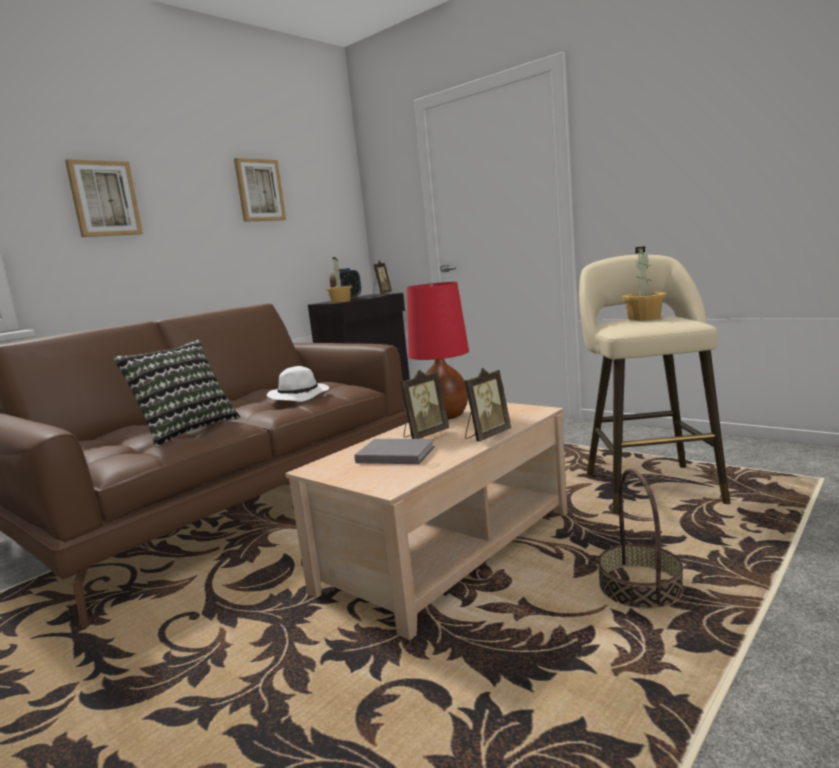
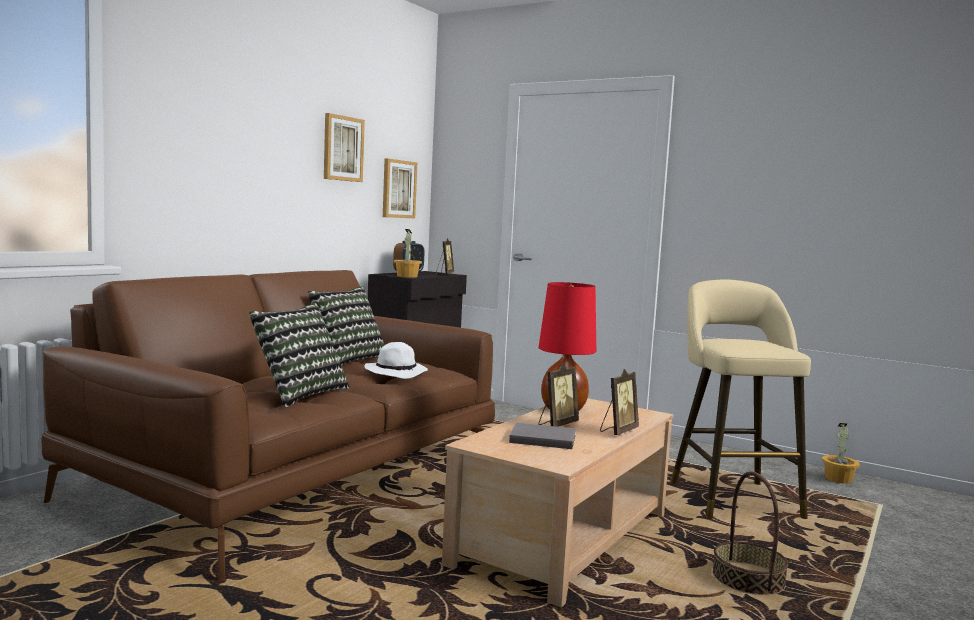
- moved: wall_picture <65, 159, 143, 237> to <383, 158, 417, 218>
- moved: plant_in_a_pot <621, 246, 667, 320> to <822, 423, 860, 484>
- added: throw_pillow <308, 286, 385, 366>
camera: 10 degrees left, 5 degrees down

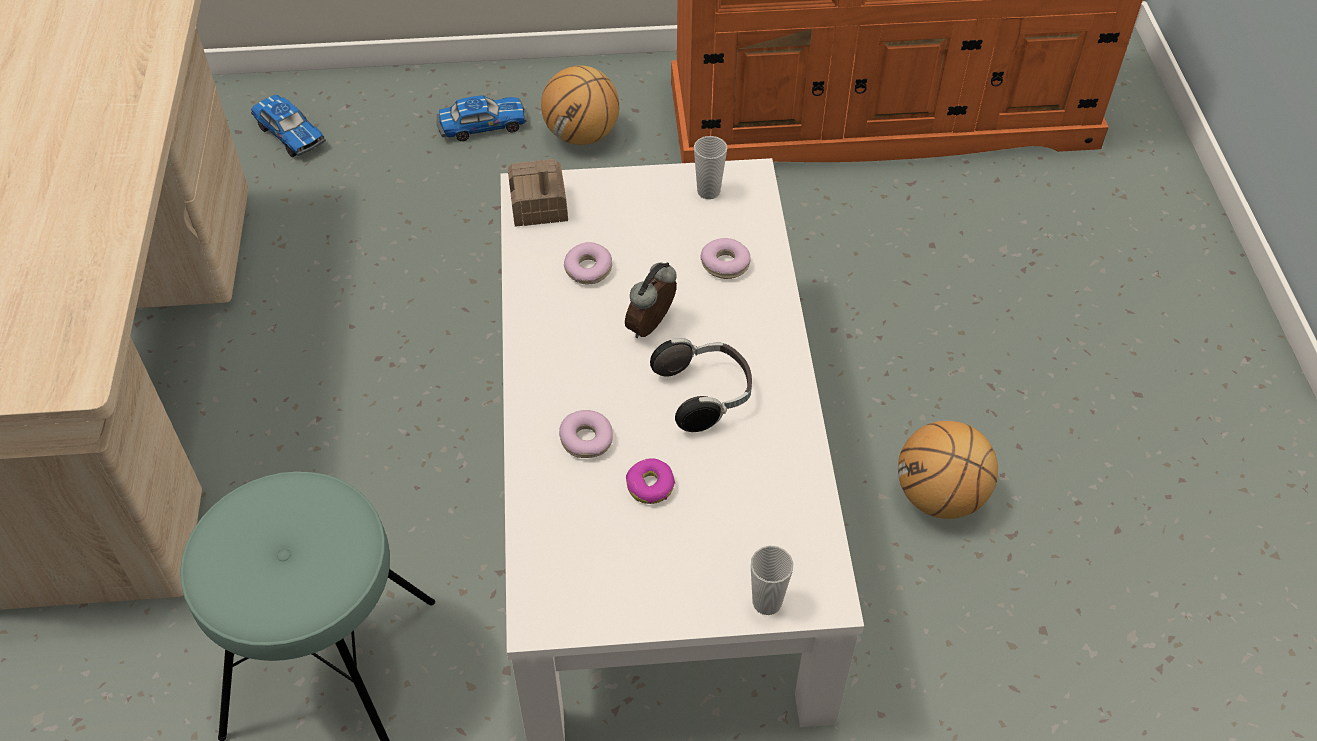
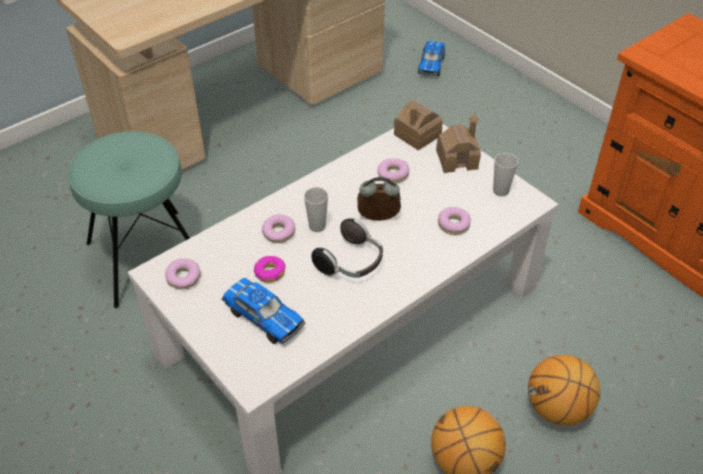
- moved: toy_car <437, 95, 527, 141> to <222, 278, 305, 344>
- moved: ball_for_basketball <541, 65, 619, 145> to <528, 355, 600, 426>
- moved: small_cup <751, 546, 794, 615> to <304, 187, 328, 232>
- added: ring_doughnut <165, 258, 201, 289>
- added: toy_house <436, 114, 481, 173>
camera: 55 degrees right, 5 degrees down

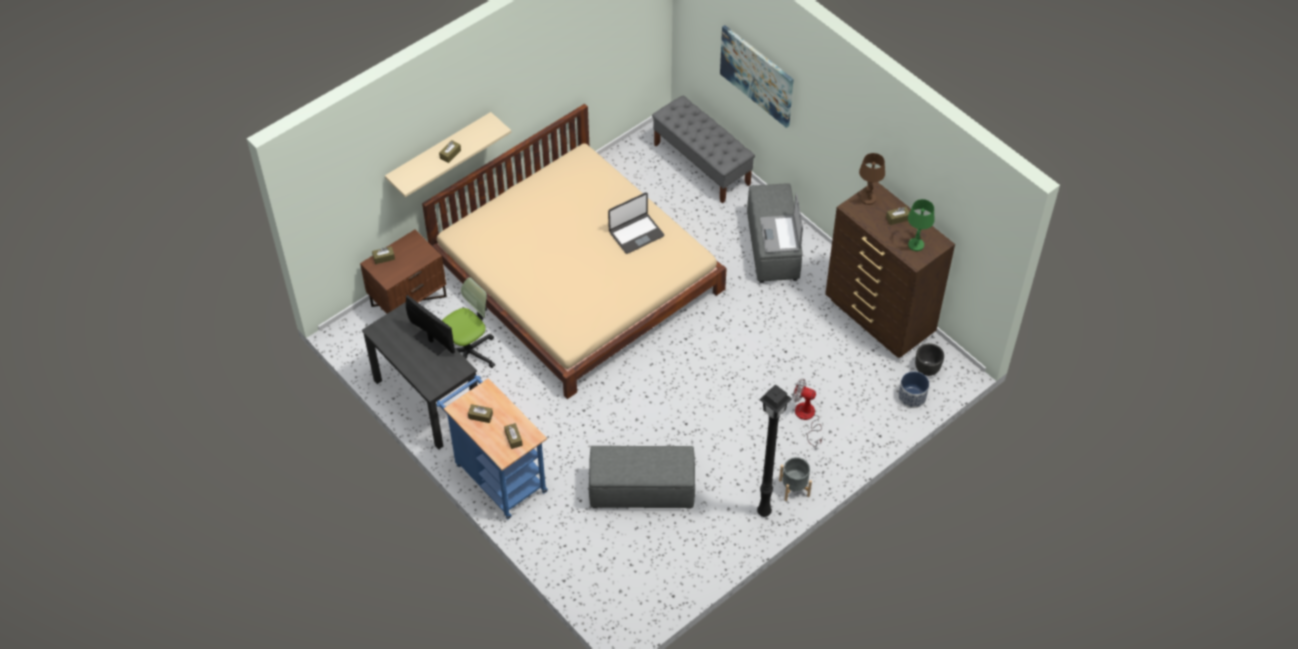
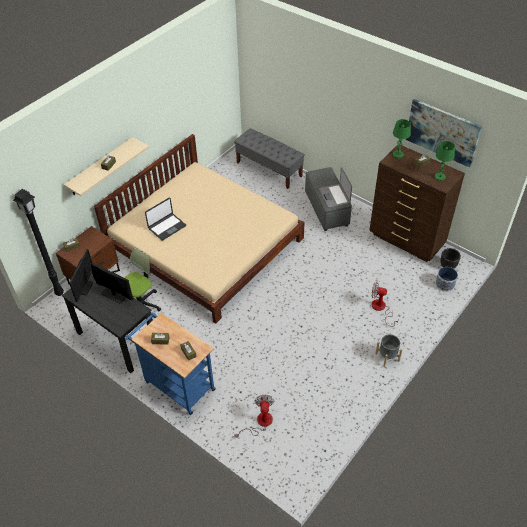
- removed: greyish_footrest <589, 446, 695, 509>
- moved: notebook_computer <608, 192, 664, 254> to <145, 198, 186, 241>
- moved: wall_picture <720, 25, 794, 128> to <406, 99, 482, 168>
- moved: black_standing_lamp <757, 384, 792, 517> to <12, 189, 64, 296>
- recoloured: brown-coloured_lamp_for_a_table <859, 153, 885, 205> to green-coloured_lamp_for_a_table <393, 119, 411, 158>
- added: computer_display <69, 249, 93, 302>
- added: electric_fan <234, 395, 274, 438>
camera: 10 degrees left, 5 degrees down

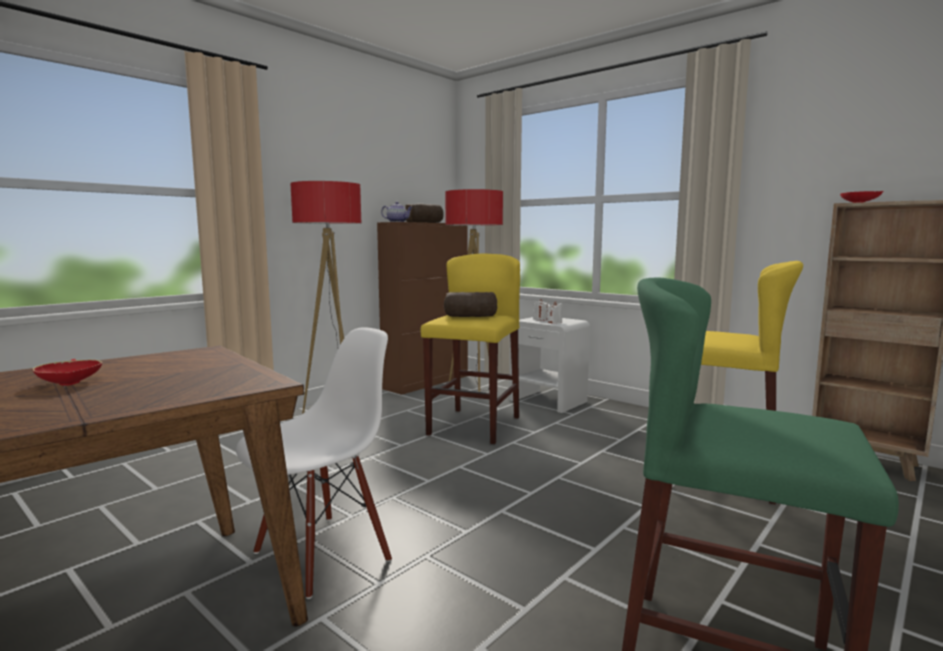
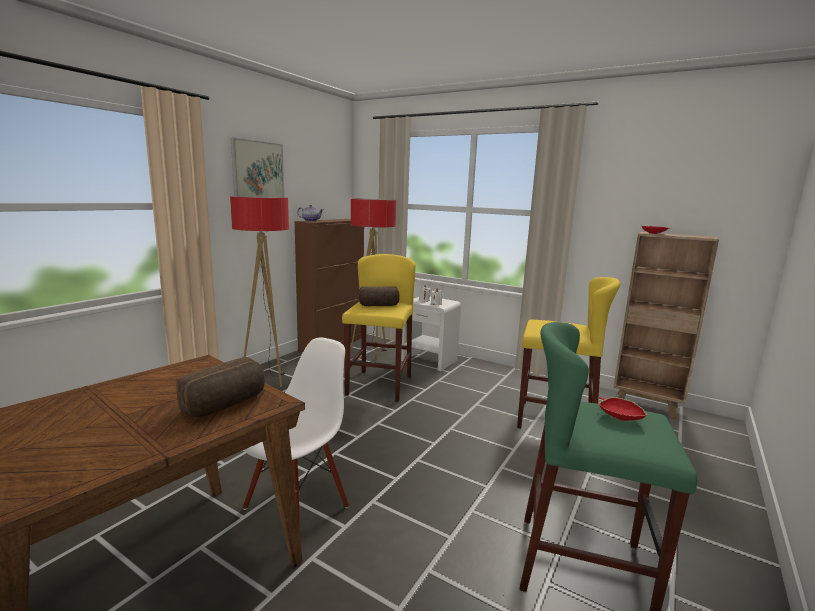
- moved: red_deep_dish <33, 359, 102, 386> to <598, 397, 647, 421>
- moved: bakery_bread <405, 203, 444, 223> to <176, 357, 265, 417>
- added: wall_picture <231, 137, 284, 197>
camera: 10 degrees left, 5 degrees up

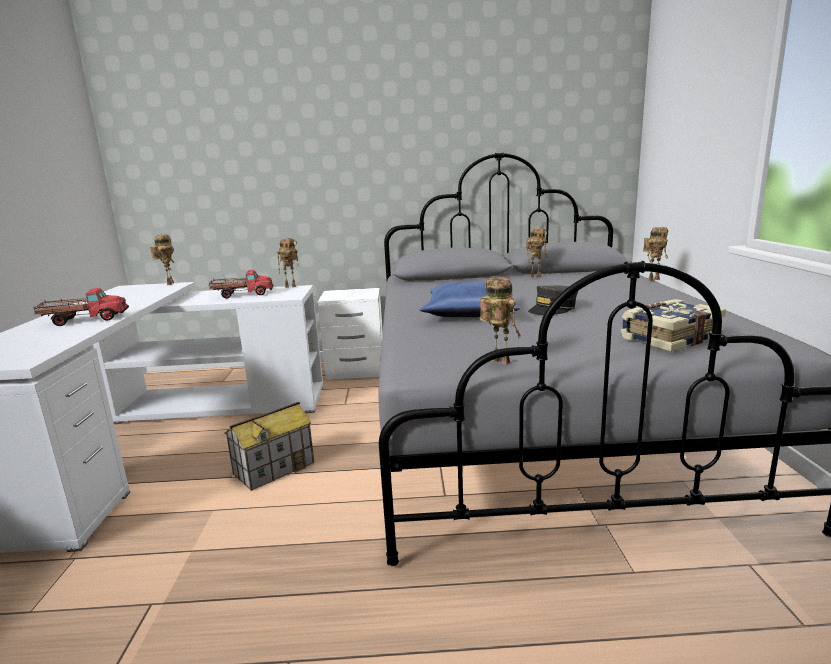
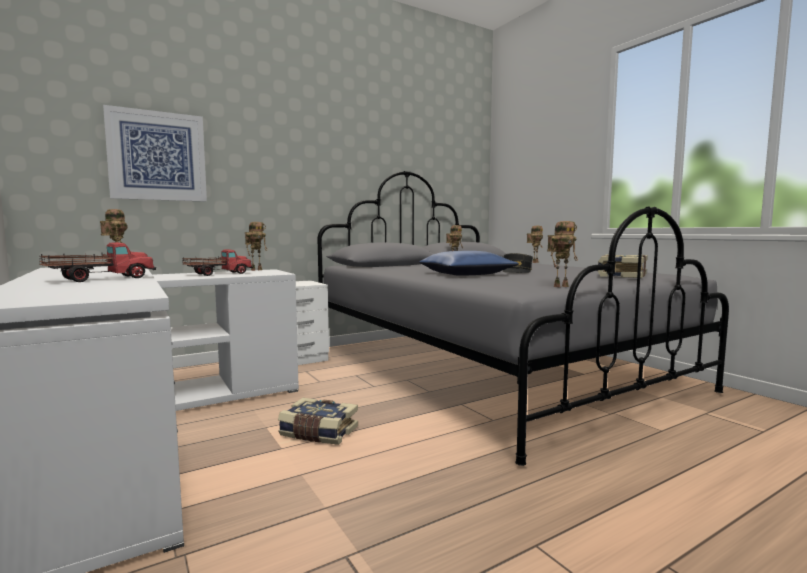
- replaced: toy_house <224, 402, 314, 491> to book <278, 398, 358, 445>
- turned: model_robot <479, 277, 521, 365> = <547, 221, 578, 287> 150 degrees clockwise
- added: wall_picture <103, 105, 207, 202>
camera: 30 degrees left, 10 degrees down

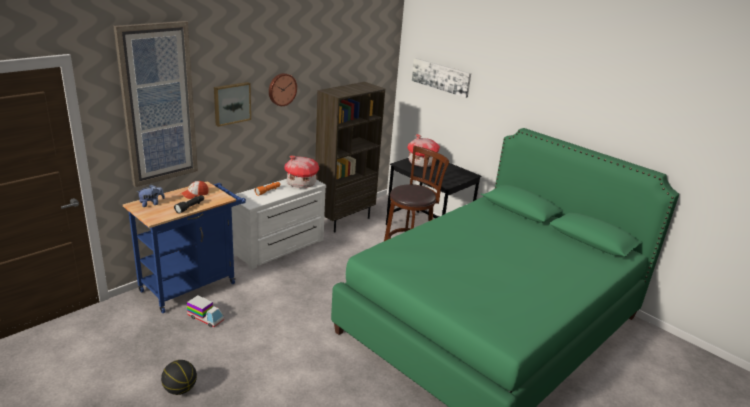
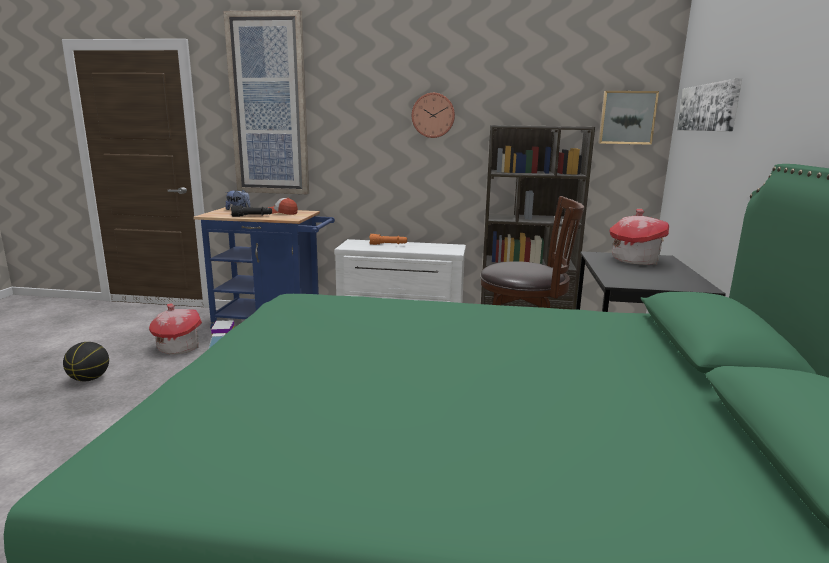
- moved: wall_picture <214, 82, 251, 127> to <598, 91, 659, 145>
- moved: toy_house <284, 155, 319, 188> to <149, 303, 202, 354>
camera: 55 degrees right, 10 degrees down

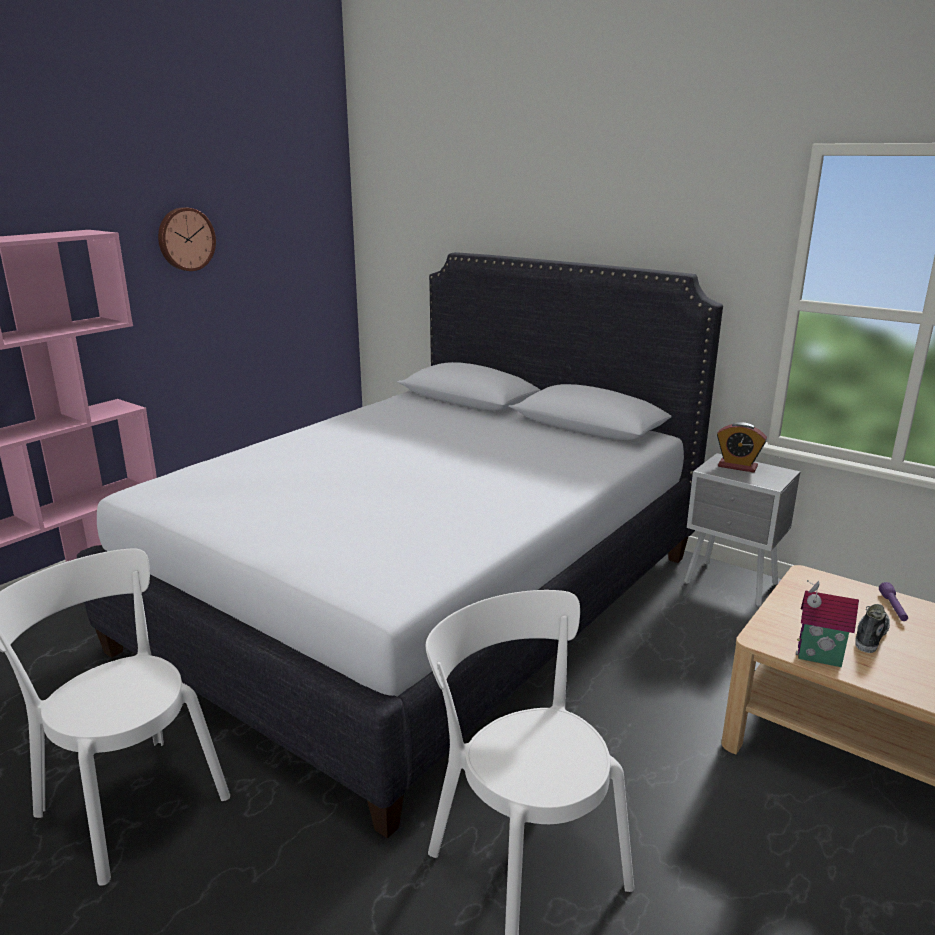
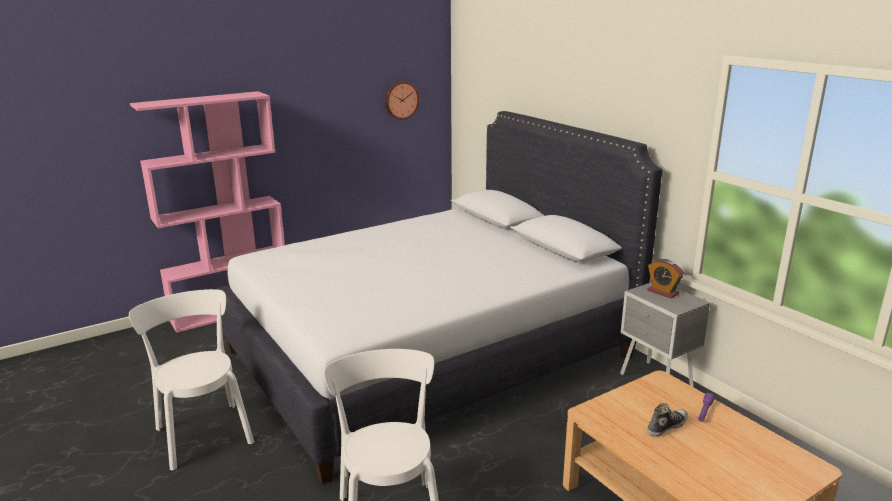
- moved: wall_clock <158, 207, 216, 271> to <385, 81, 419, 120>
- removed: toy_house <796, 580, 859, 667>
camera: 20 degrees right, 0 degrees up

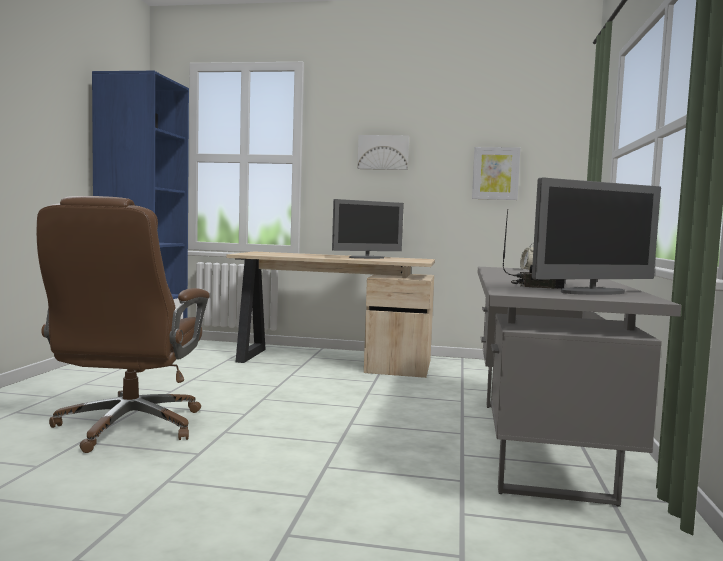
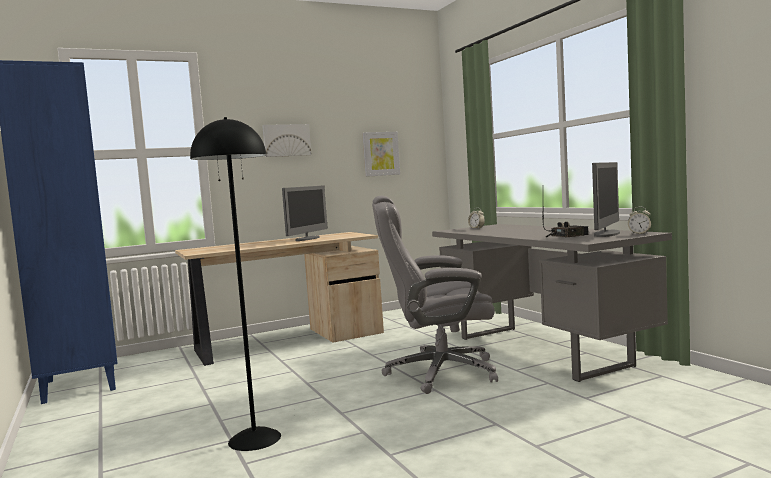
- replaced: brown-coloured_desk_chair <37, 196, 210, 453> to black_standing_lamp <190, 117, 281, 451>
- added: greyish_desk_chair <372, 196, 498, 394>
- added: bedside_clock <628, 207, 651, 235>
camera: 35 degrees left, 0 degrees up

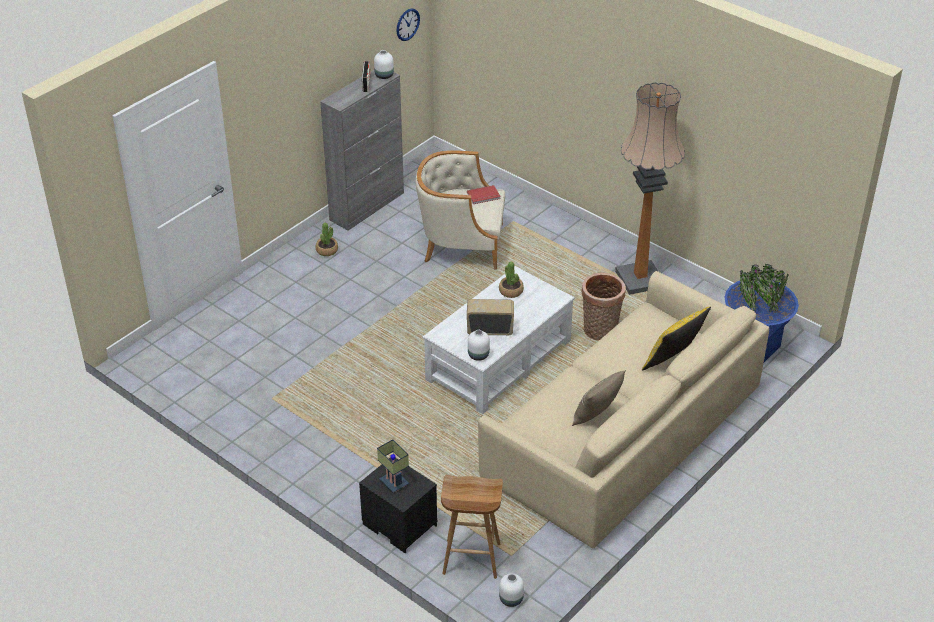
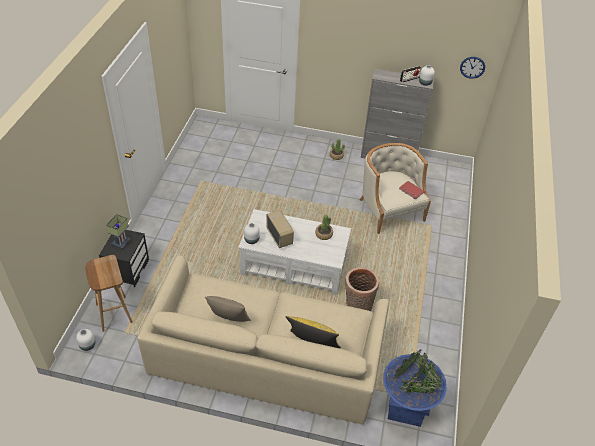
- removed: standing_lamp <615, 82, 685, 295>
camera: 60 degrees right, 5 degrees up

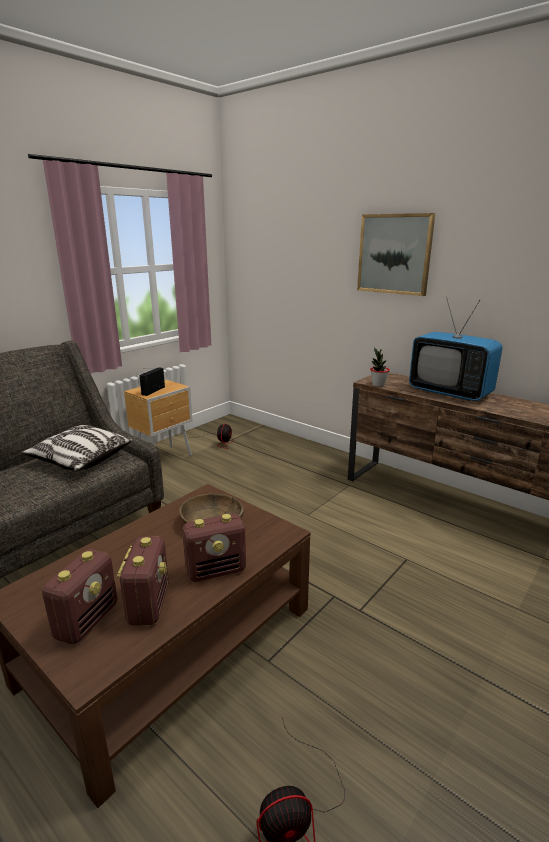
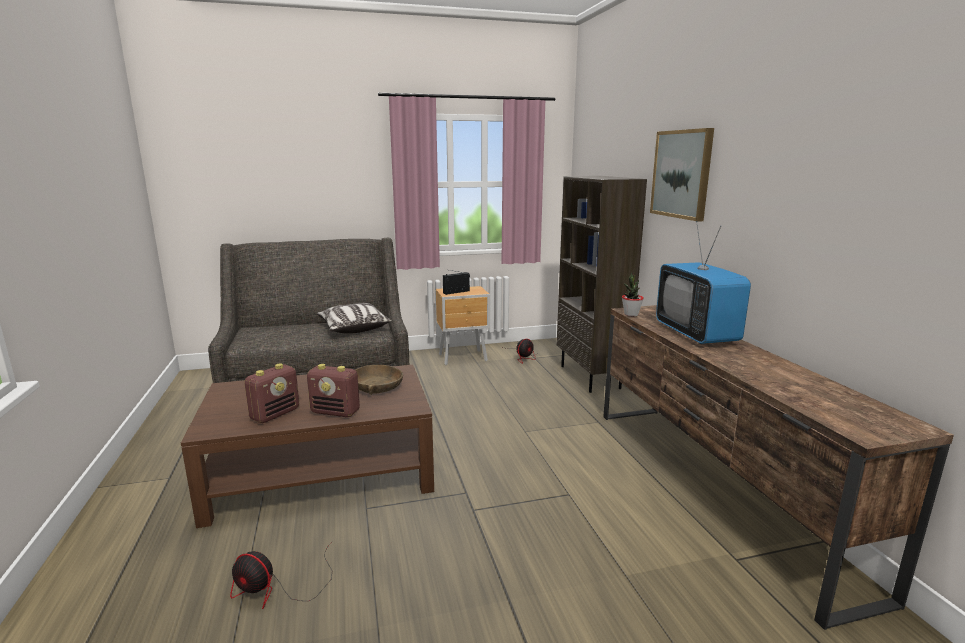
- removed: radio <42, 549, 117, 644>
- added: brown-coloured_shelving_unit <557, 176, 647, 393>
camera: 35 degrees right, 5 degrees down

